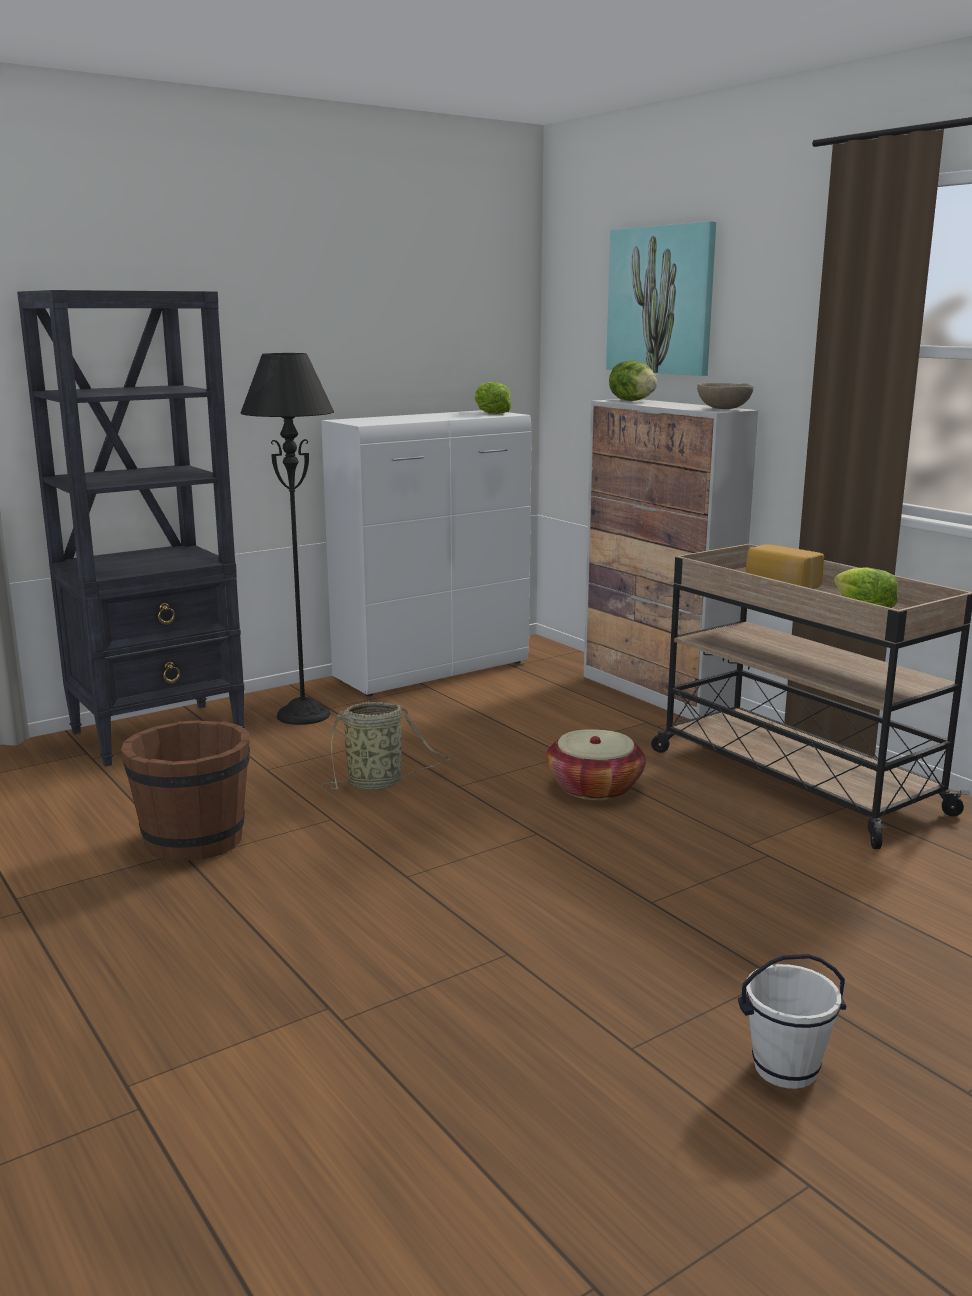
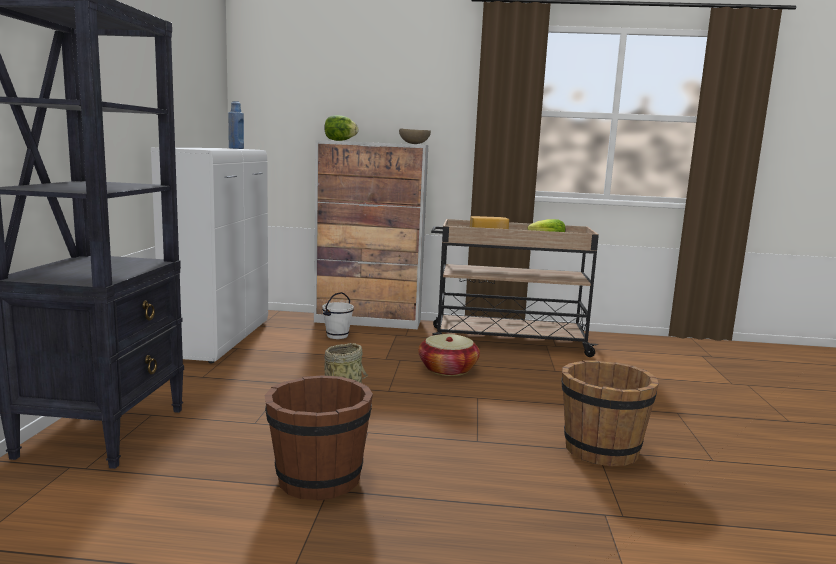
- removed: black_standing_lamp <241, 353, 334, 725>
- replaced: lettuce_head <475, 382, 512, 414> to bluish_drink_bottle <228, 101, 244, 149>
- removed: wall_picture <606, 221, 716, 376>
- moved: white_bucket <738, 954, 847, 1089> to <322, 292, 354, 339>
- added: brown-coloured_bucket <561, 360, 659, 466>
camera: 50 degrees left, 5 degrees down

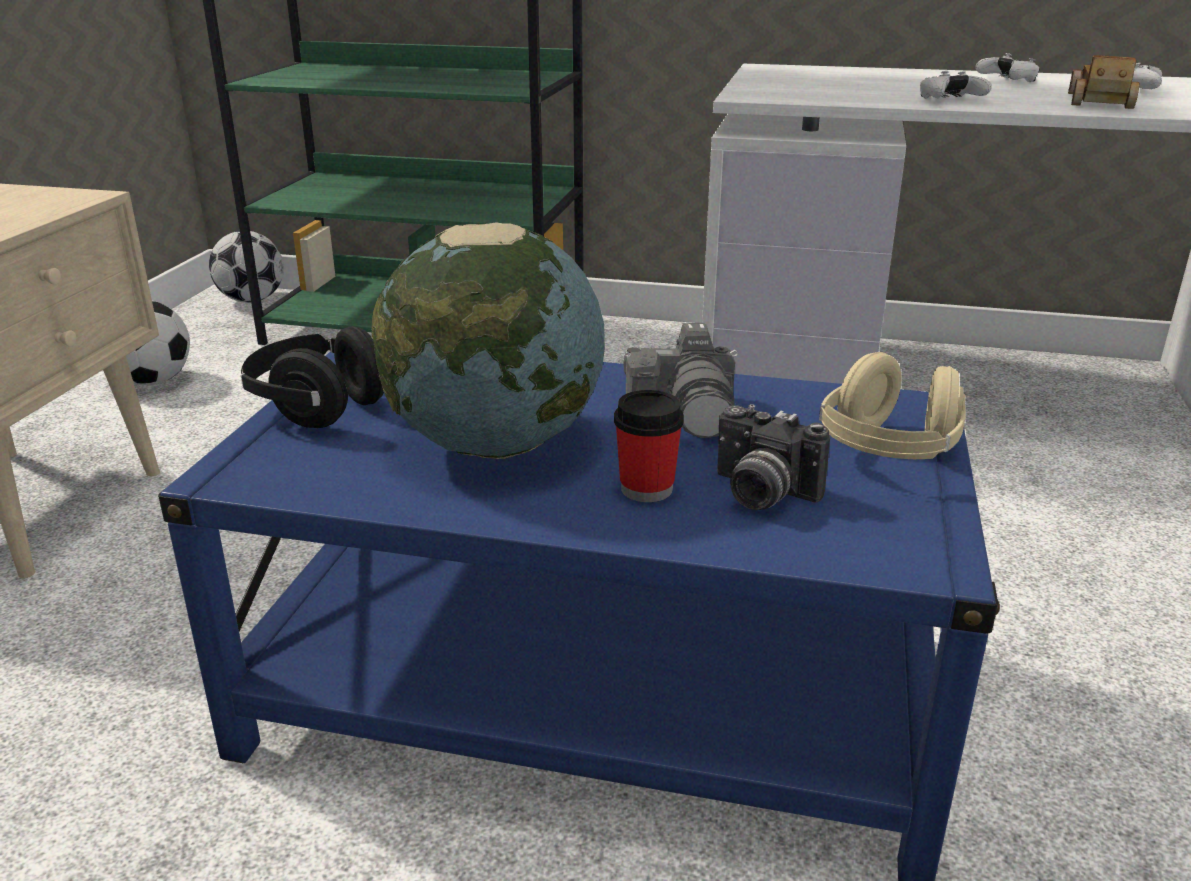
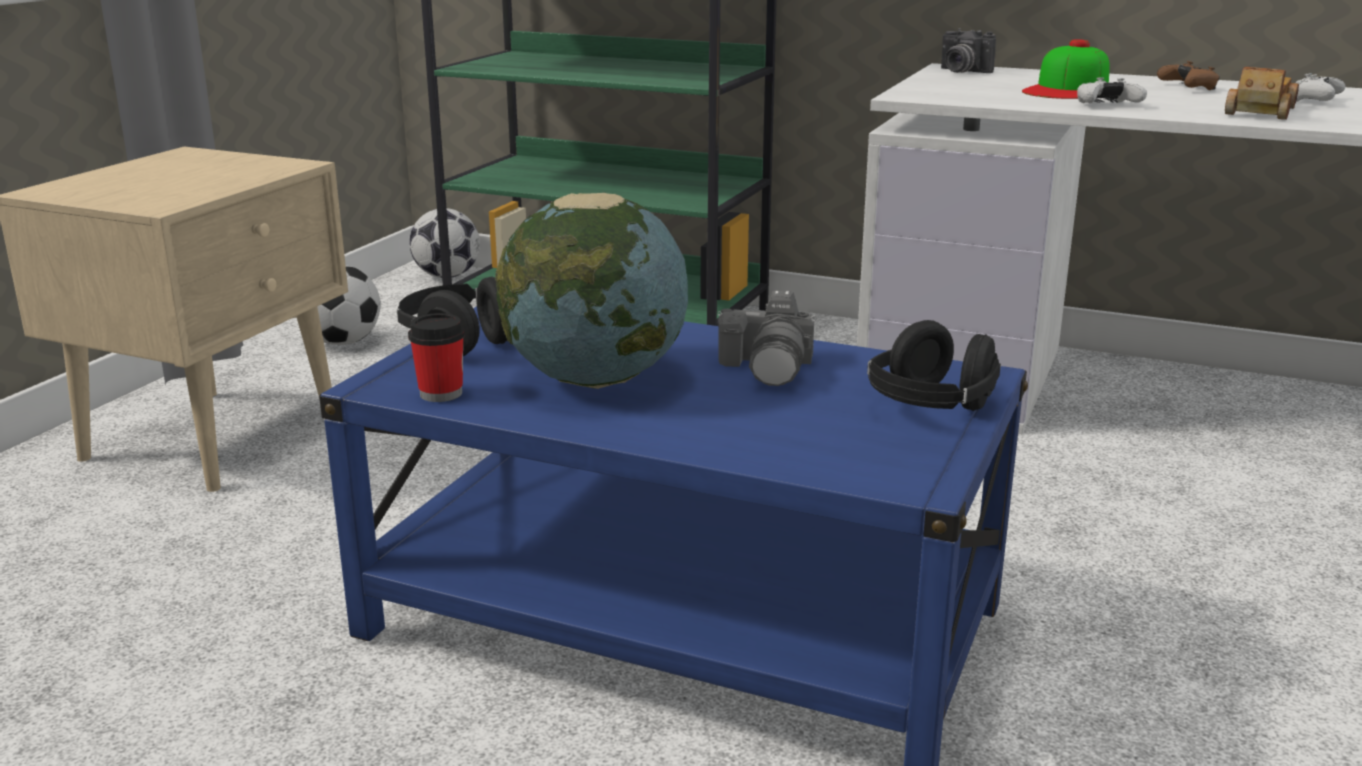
- moved: small_cup <614, 390, 684, 502> to <408, 313, 465, 402>
- moved: photo_camera <717, 404, 830, 510> to <941, 28, 996, 73>
- recoloured: beige-coloured_pair_of_headphones <819, 352, 966, 459> to black_pair_of_headphones <867, 320, 1001, 411>
- recoloured: white_joypad <976, 53, 1040, 82> to brown-coloured_joypad <1157, 61, 1220, 90>
- added: baseball_cap <1022, 39, 1110, 99>
camera: 10 degrees right, 5 degrees down

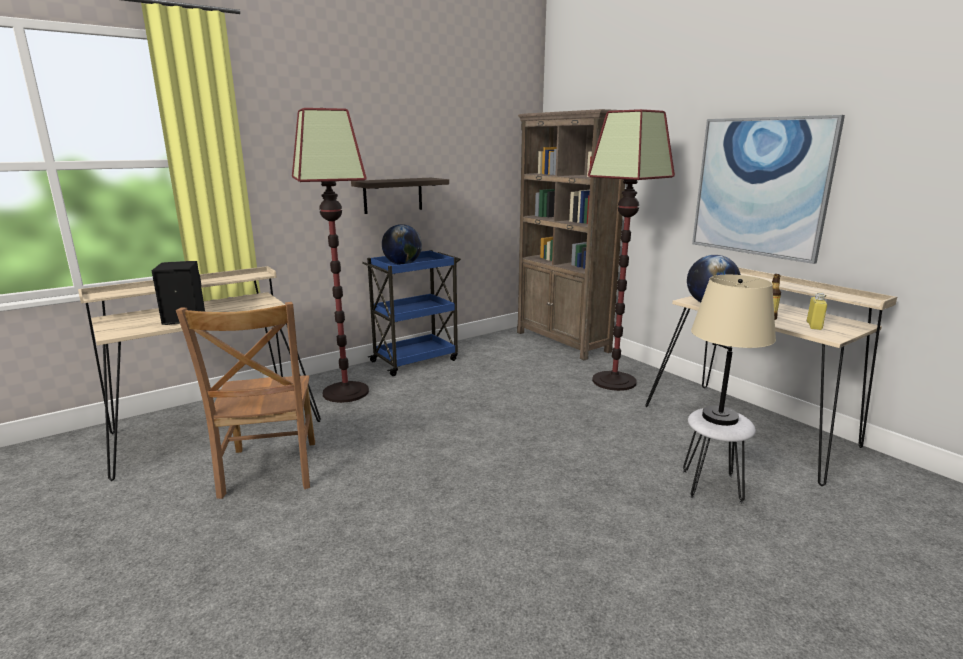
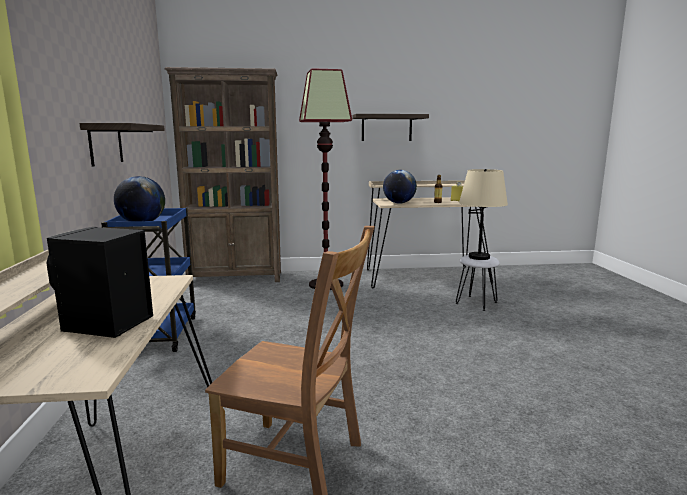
- removed: standing_lamp <292, 108, 369, 403>
- replaced: wall_picture <692, 115, 845, 264> to wall_shelf <353, 114, 429, 141>
camera: 60 degrees left, 5 degrees down

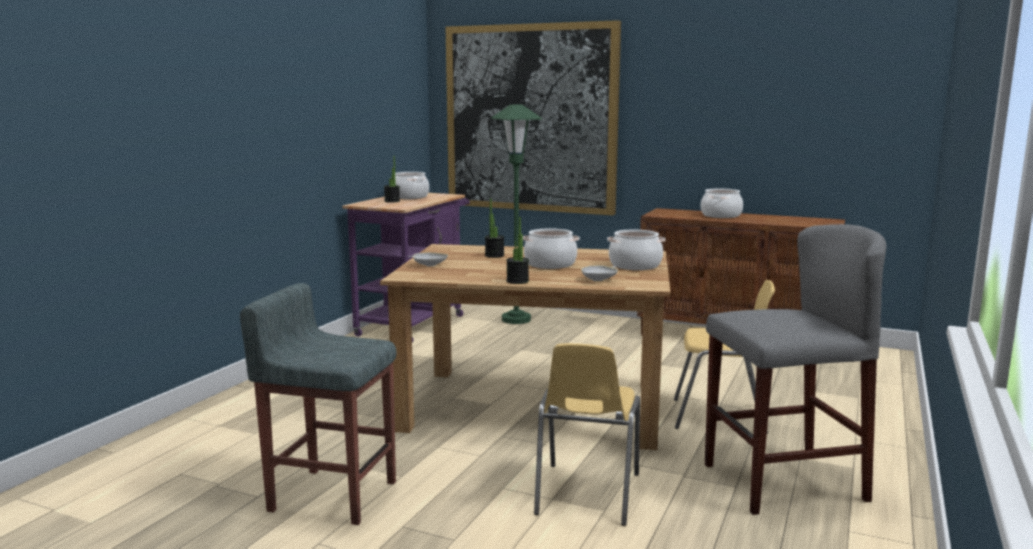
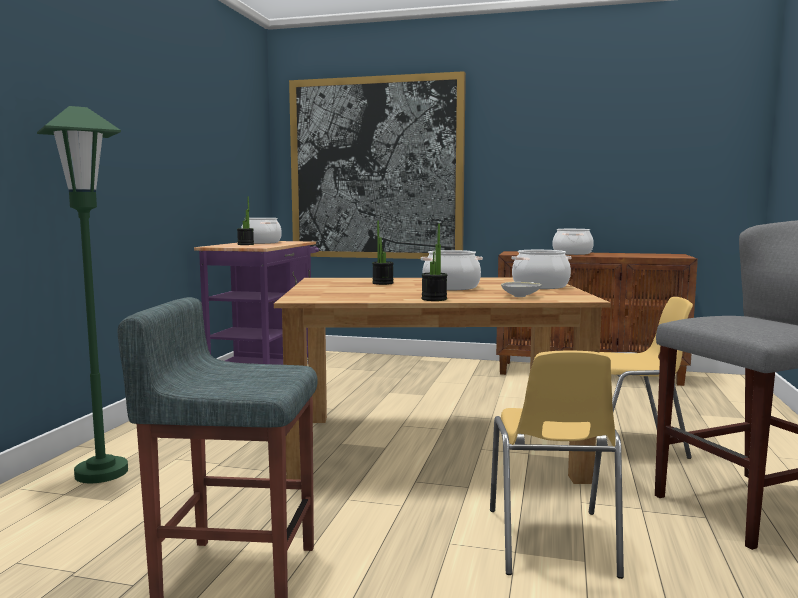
- removed: white_deep_dish <407, 252, 448, 266>
- moved: green-coloured_standing_lamp <491, 104, 542, 324> to <37, 106, 128, 483>
camera: 10 degrees left, 5 degrees down

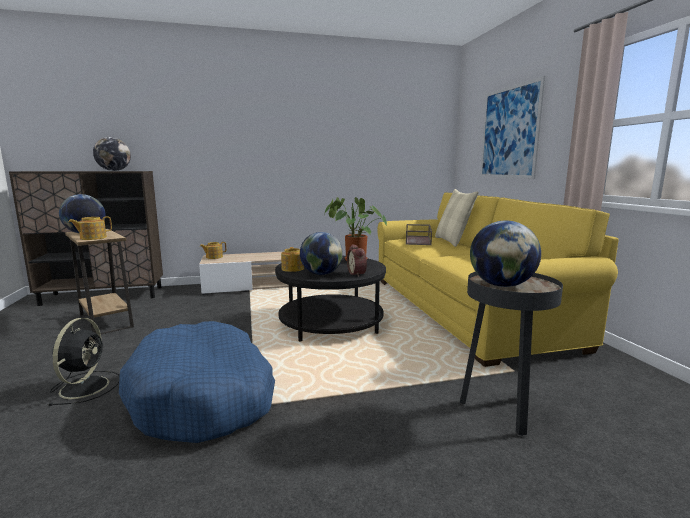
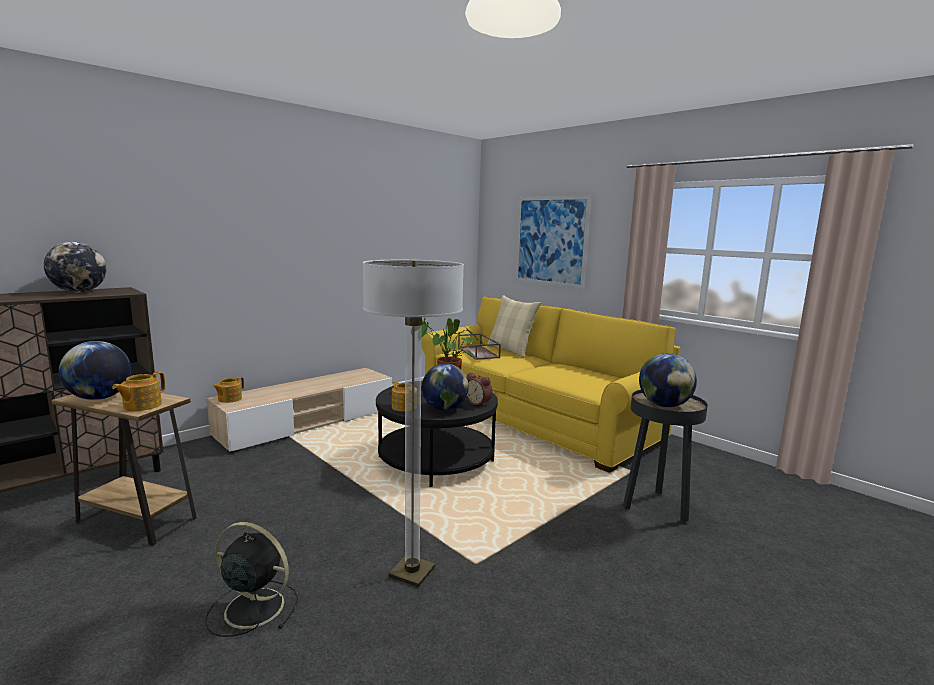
- turned: black_electric_fan <47, 318, 120, 406> = <205, 522, 298, 637> 45 degrees counterclockwise
- replaced: bluish_dog_cushion <119, 321, 275, 443> to standing_lamp <362, 260, 464, 587>
camera: 30 degrees left, 0 degrees up

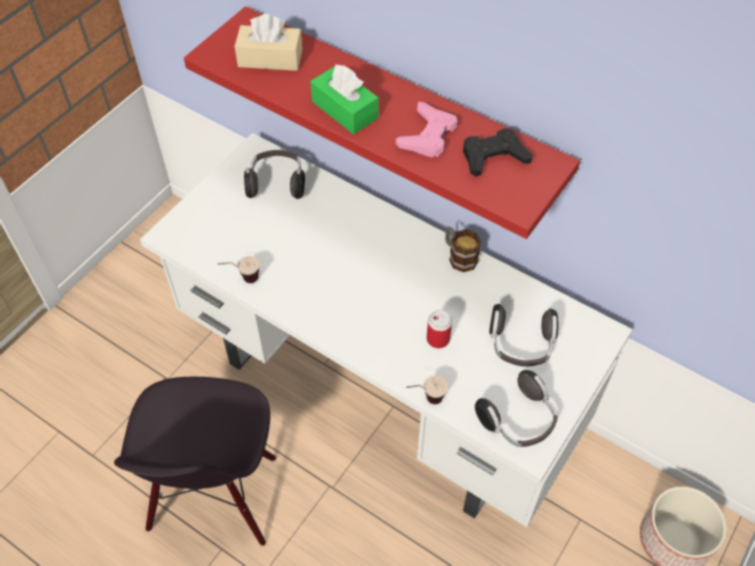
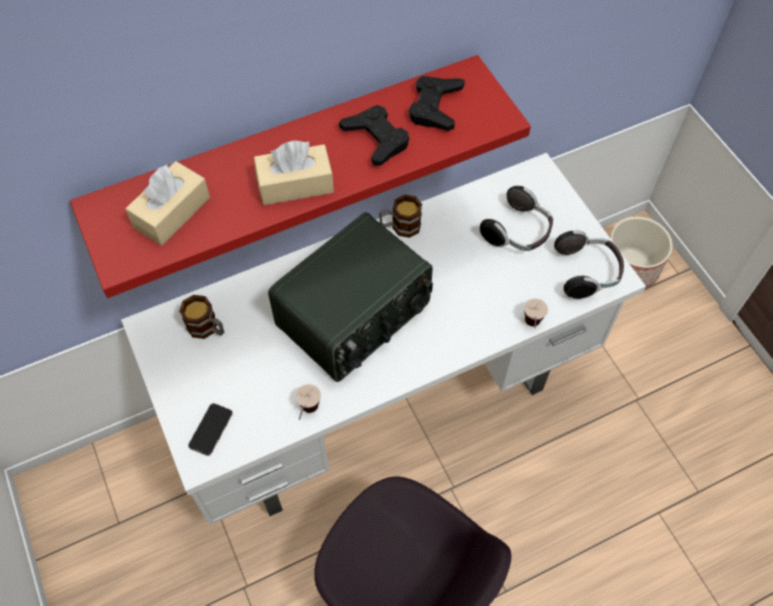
- replaced: pair_of_headphones <244, 150, 305, 199> to tea_mug <179, 295, 224, 339>
- recoloured: green-coloured_tissue_holder <310, 65, 379, 134> to beige-coloured_tissue_holder <254, 140, 334, 205>
- recoloured: pink_joypad <396, 102, 457, 158> to black_joypad <339, 105, 409, 166>
- removed: can <427, 310, 452, 348>
- added: phone <188, 403, 233, 456>
- added: radio <268, 212, 433, 382>
camera: 60 degrees left, 5 degrees up

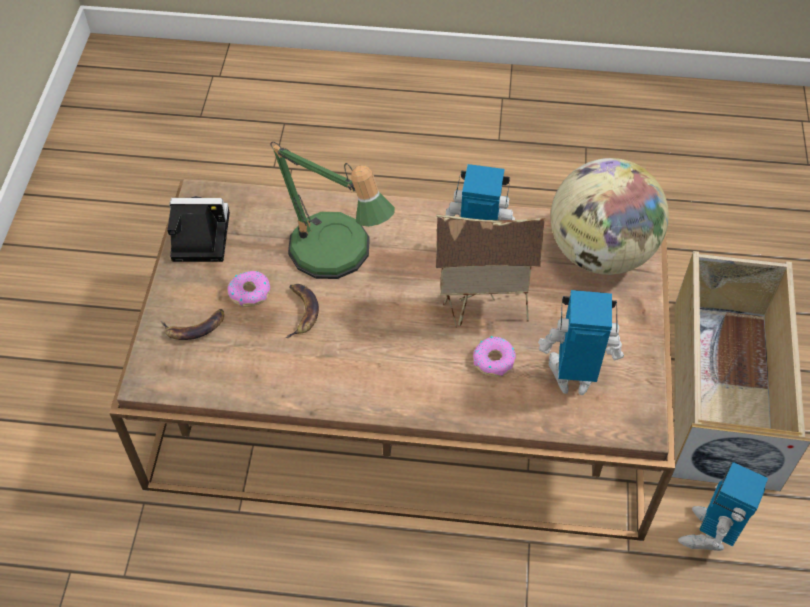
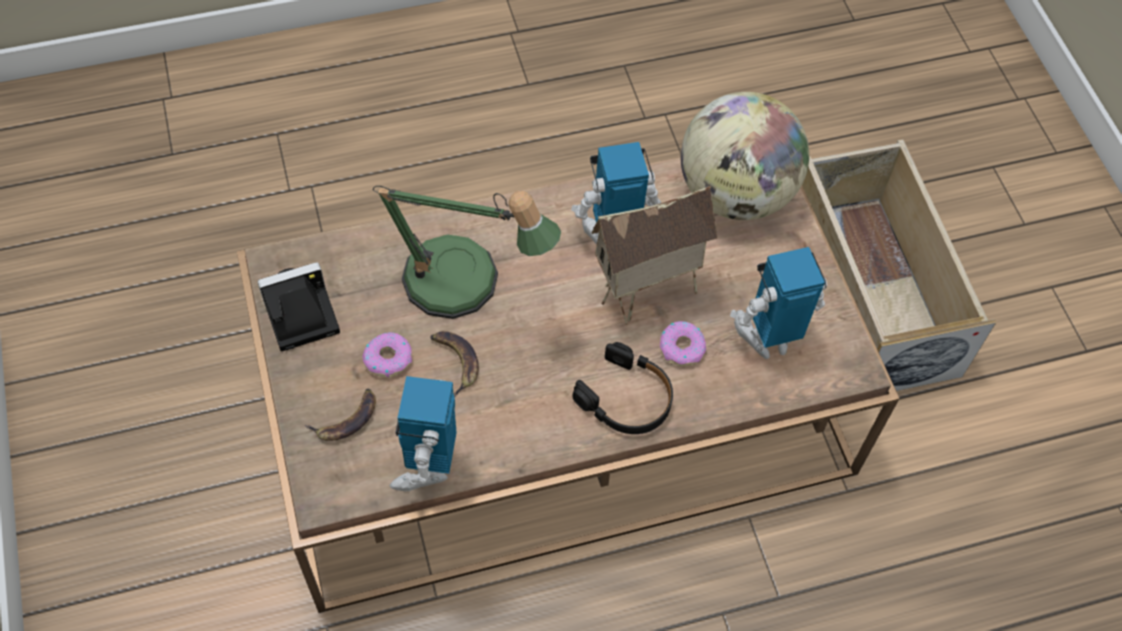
- moved: model_robot <678, 462, 768, 551> to <390, 376, 456, 491>
- added: black_pair_of_headphones <572, 342, 673, 434>
camera: 25 degrees left, 5 degrees up

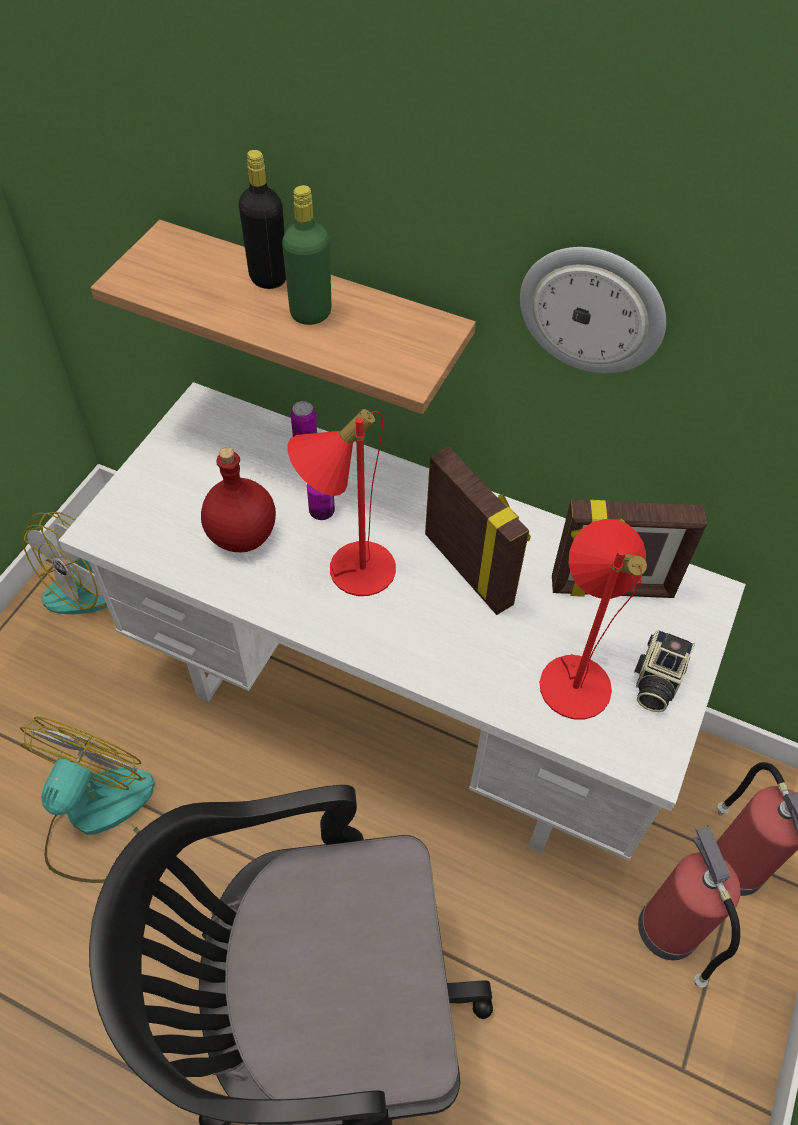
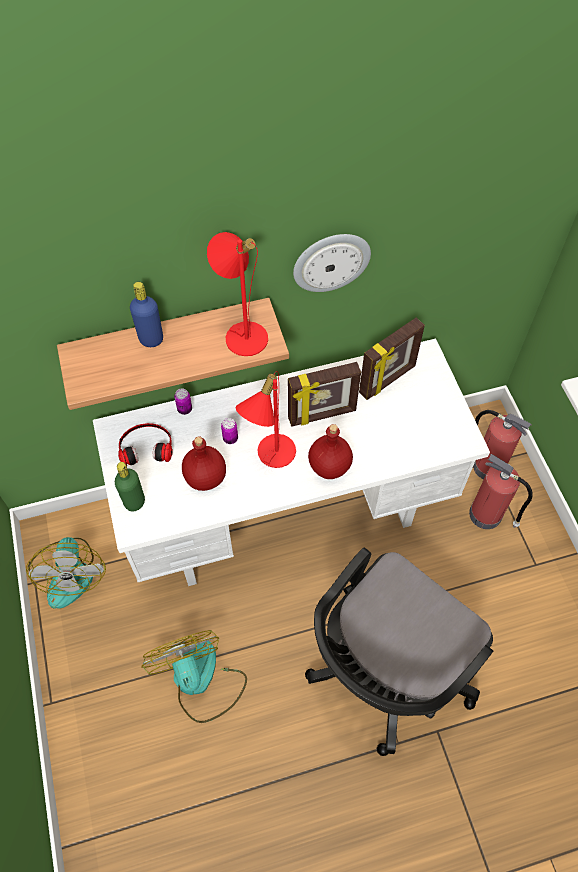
- recoloured: black_drink_bottle <239, 150, 286, 289> to bluish_drink_bottle <130, 282, 163, 347>
- moved: green-coloured_drink_bottle <282, 185, 331, 325> to <115, 462, 145, 511>
- turned: picture_frame <425, 447, 531, 615> = <288, 362, 361, 427> 150 degrees clockwise
- moved: red_lamp_for_a_table <540, 519, 647, 719> to <207, 232, 268, 356>
- removed: photo_camera <635, 630, 695, 712>
- added: pair_of_headphones <118, 423, 173, 466>
- added: red_drink_bottle <308, 424, 353, 479>
camera: 40 degrees left, 5 degrees up

